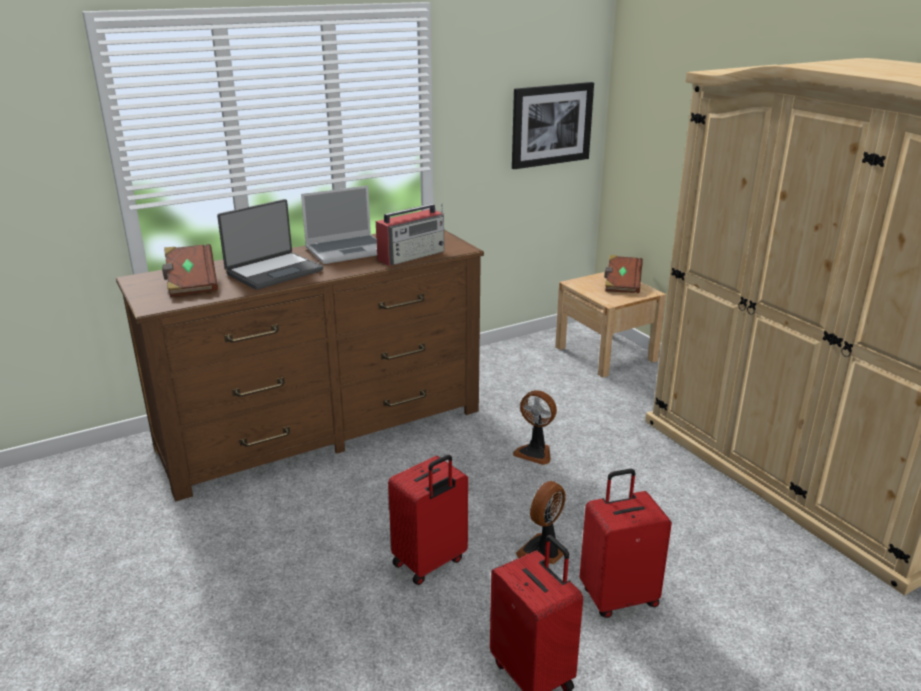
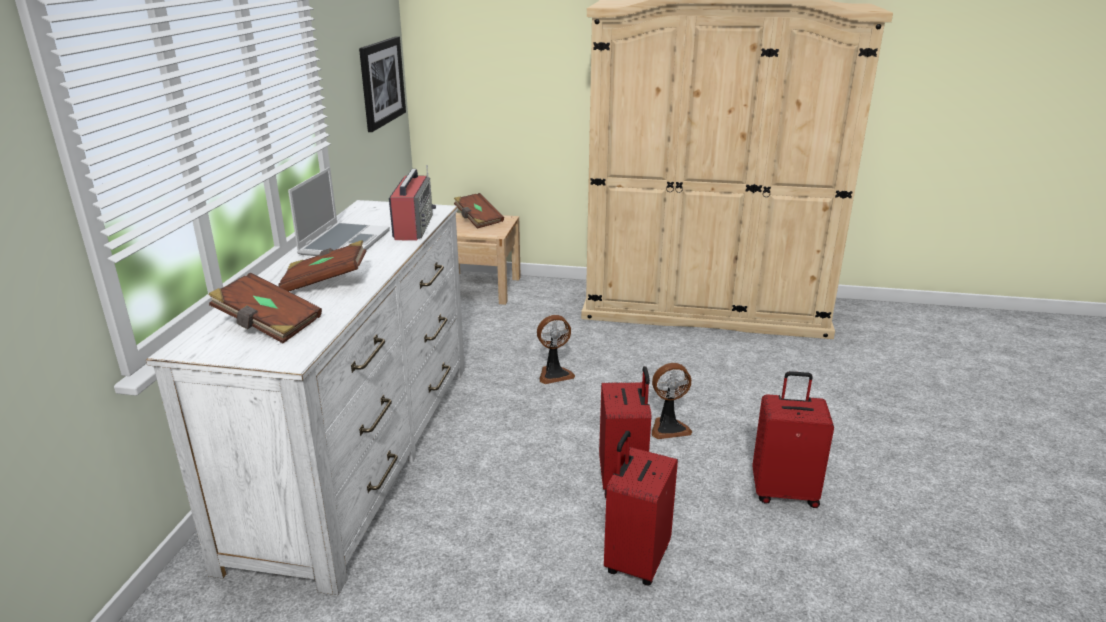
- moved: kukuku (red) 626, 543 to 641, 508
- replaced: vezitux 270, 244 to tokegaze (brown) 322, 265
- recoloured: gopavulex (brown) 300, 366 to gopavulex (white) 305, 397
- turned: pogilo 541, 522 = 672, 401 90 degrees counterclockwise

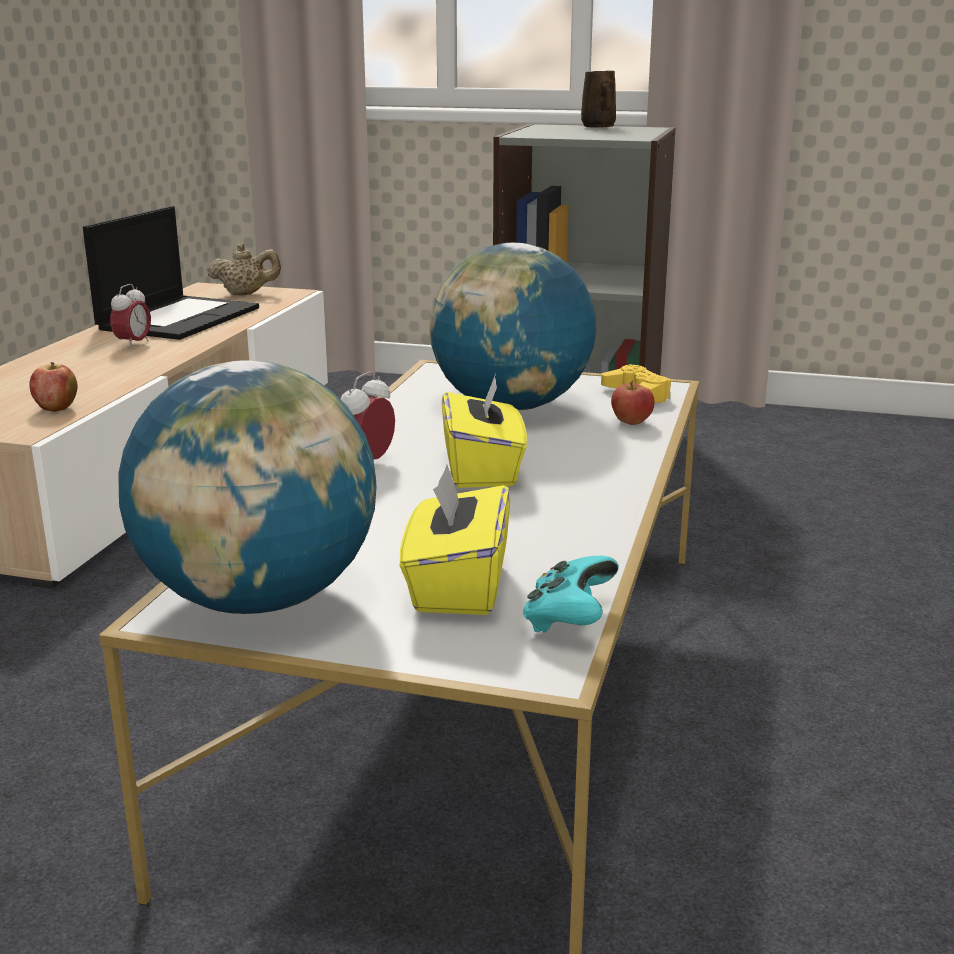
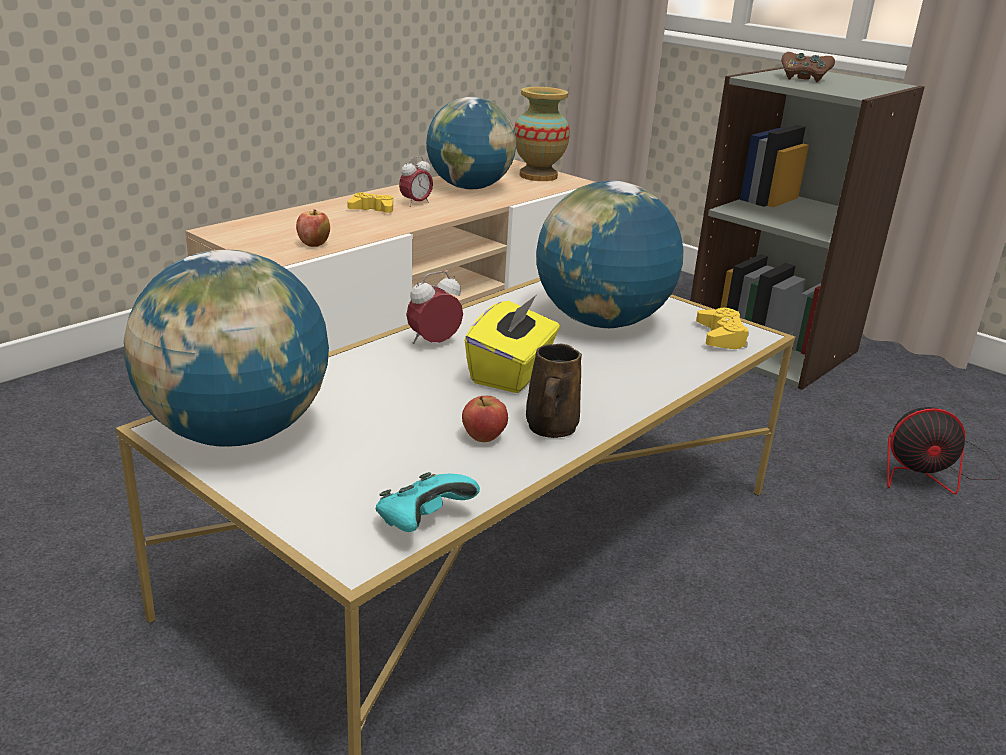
- removed: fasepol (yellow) 455, 540
- added: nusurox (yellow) 370, 202
- added: nusurox (brown) 808, 67
- added: pogilo 944, 450
- moved: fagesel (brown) 598, 99 to 554, 391
- moved: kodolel 633, 403 to 485, 419
- replaced: vezitux 171, 273 to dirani 471, 143
- replaced: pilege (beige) 244, 269 to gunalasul 542, 134

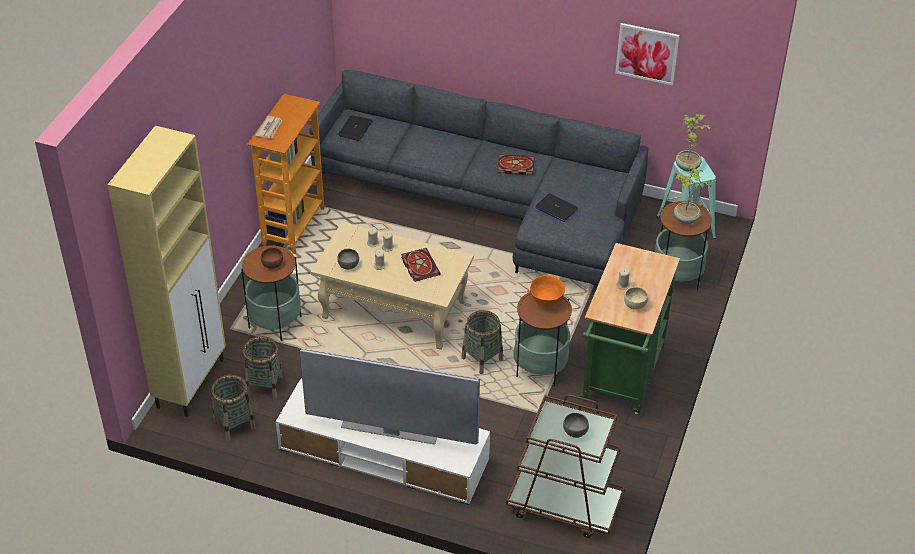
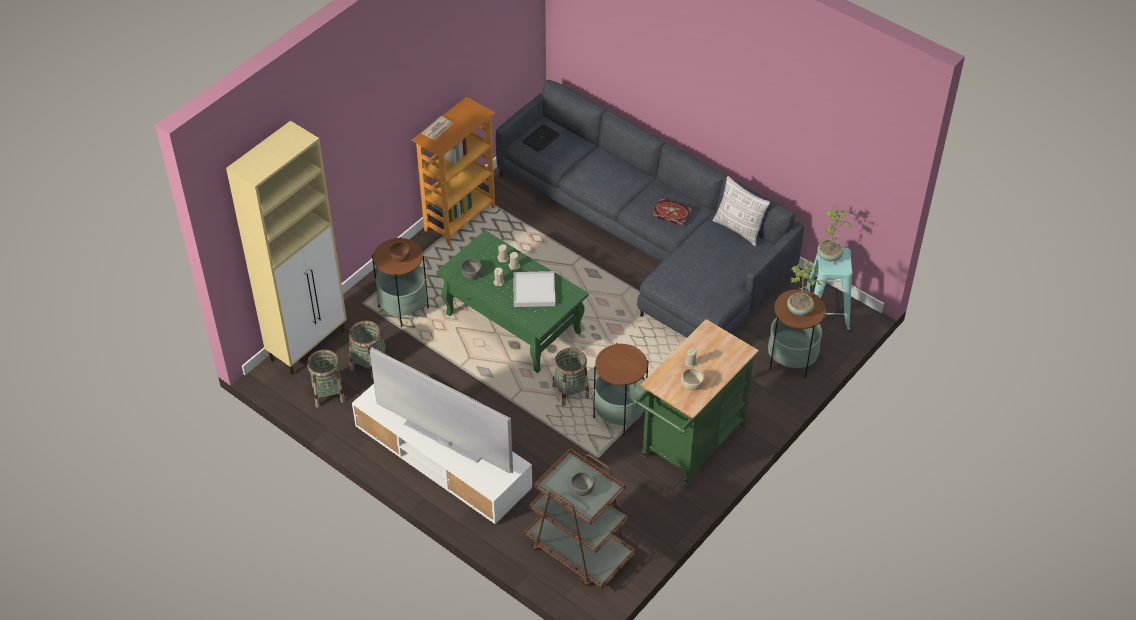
- removed: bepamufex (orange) 547, 291
- removed: vezitux 556, 207
- removed: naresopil 647, 54
- added: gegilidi 741, 211
- replaced: tokegaze 420, 265 to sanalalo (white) 534, 289
- recoloured: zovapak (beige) 392, 286 to zovapak (green) 512, 301

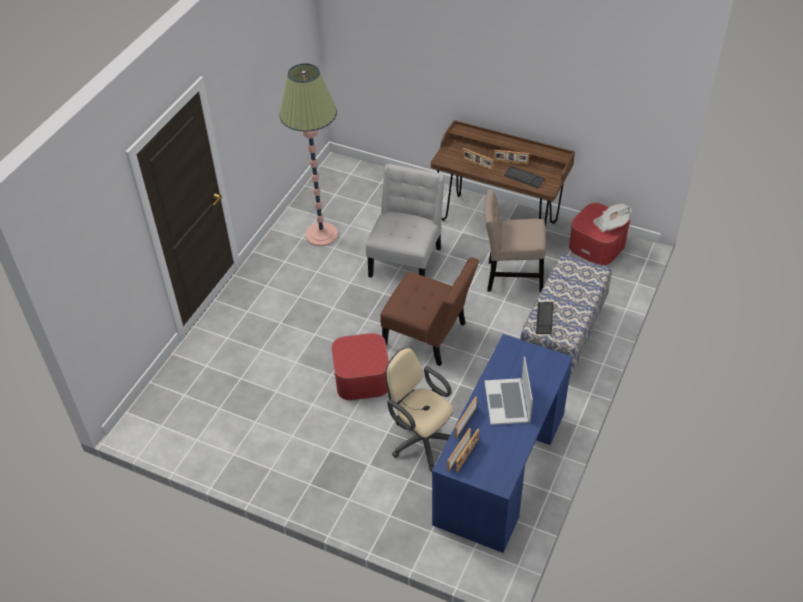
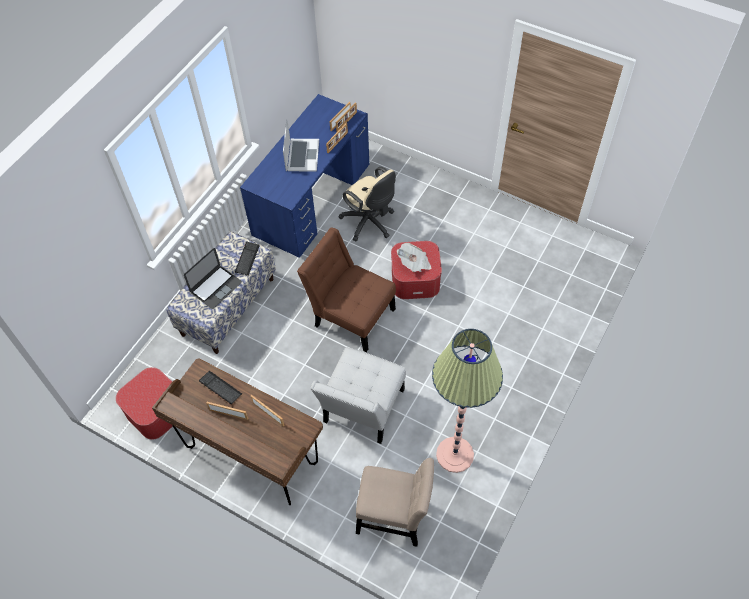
- added: vezitux 213, 278
- moved: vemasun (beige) 515, 241 to 395, 502
- moved: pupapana 612, 217 to 414, 257

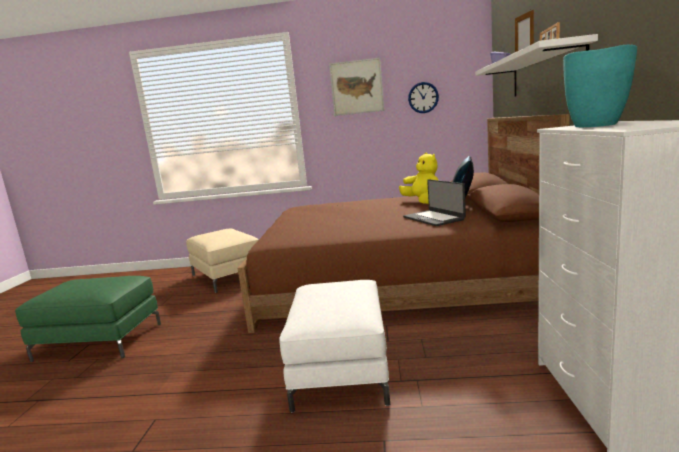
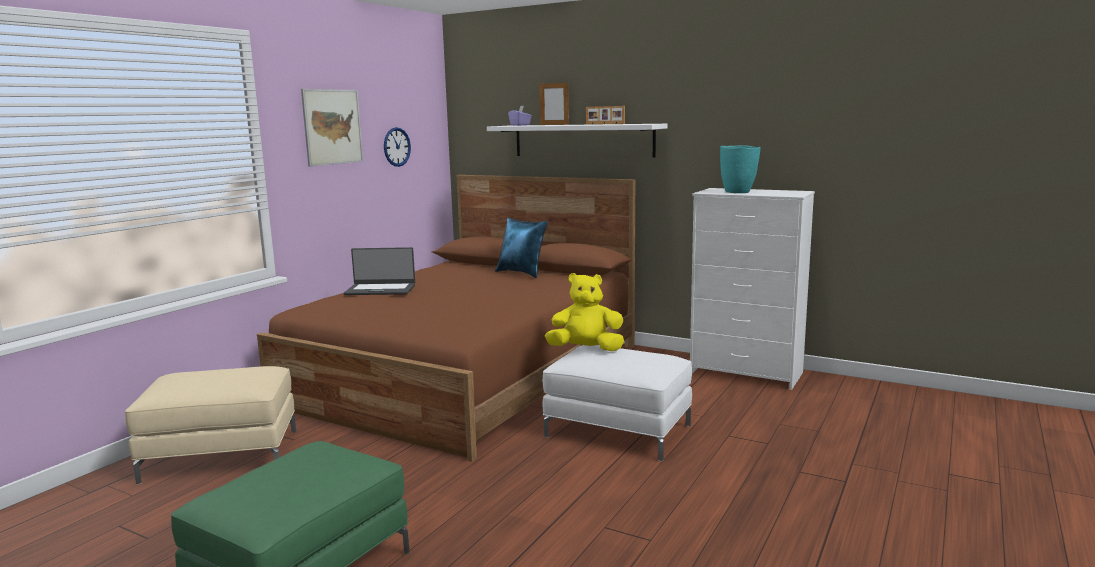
- moved: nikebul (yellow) 418, 178 to 584, 312
- moved: vezitux 434, 202 to 379, 271

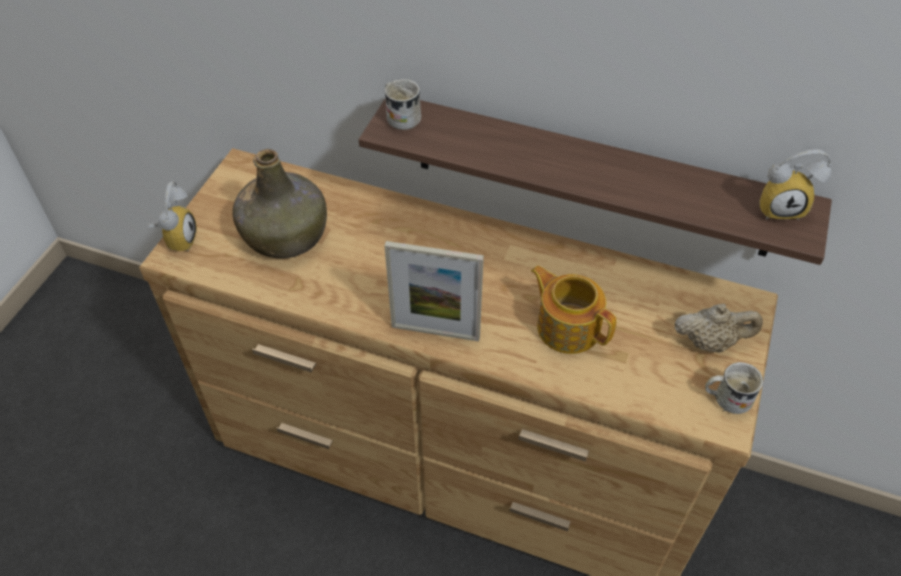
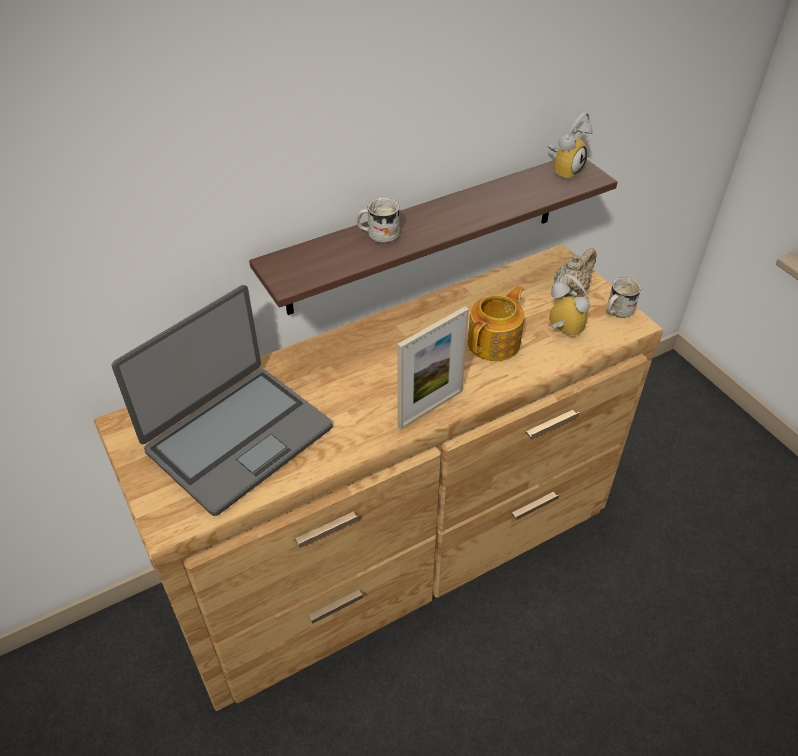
- moved: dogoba 172, 216 to 569, 306
- moved: fagesel (white) 402, 104 to 378, 220
- replaced: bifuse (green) 280, 204 to vezitux 222, 400
- turned: pilege 574, 310 = 496, 323 135 degrees clockwise

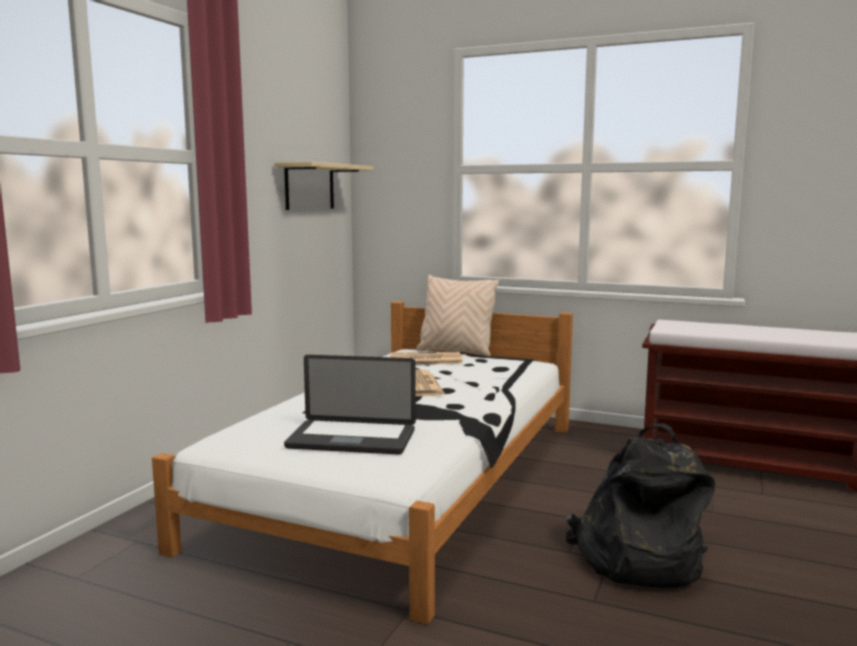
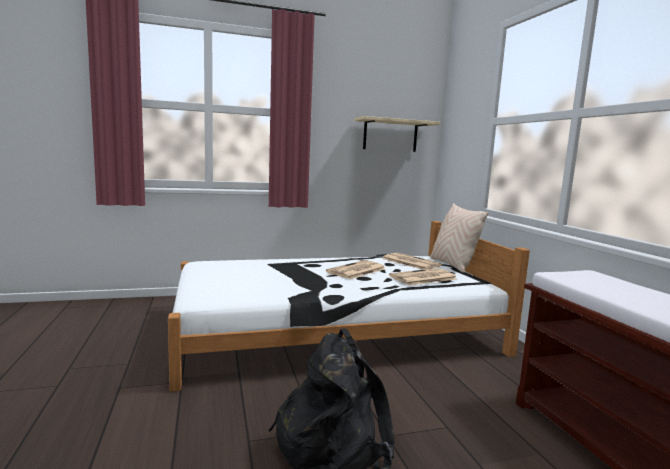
- removed: vezitux 350, 405
- added: pupapana 423, 276

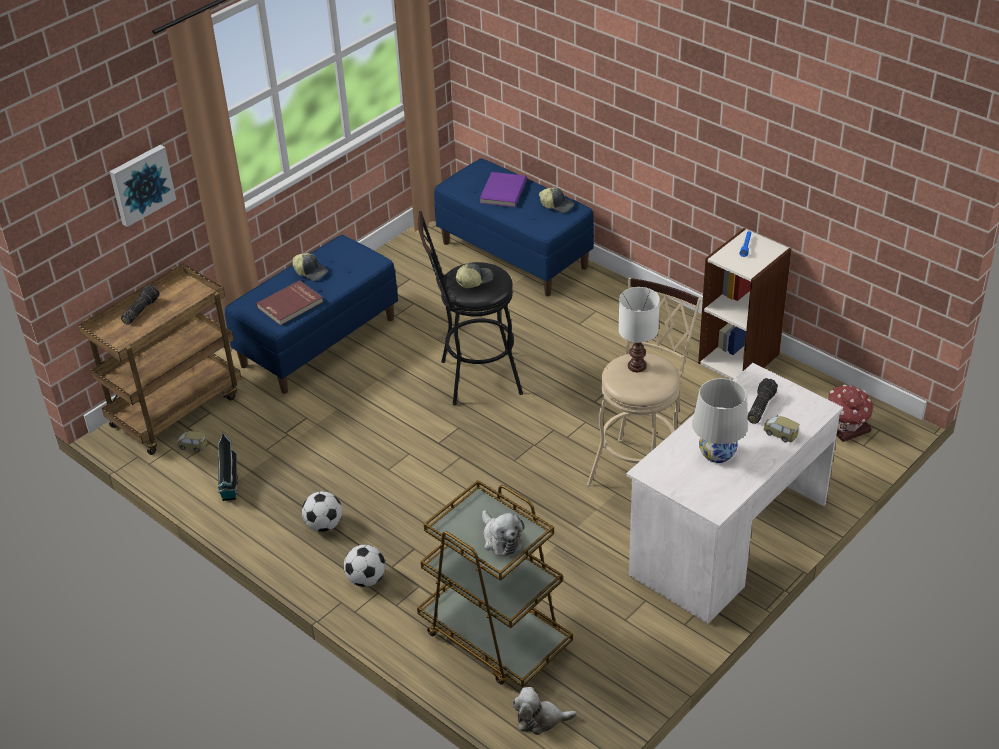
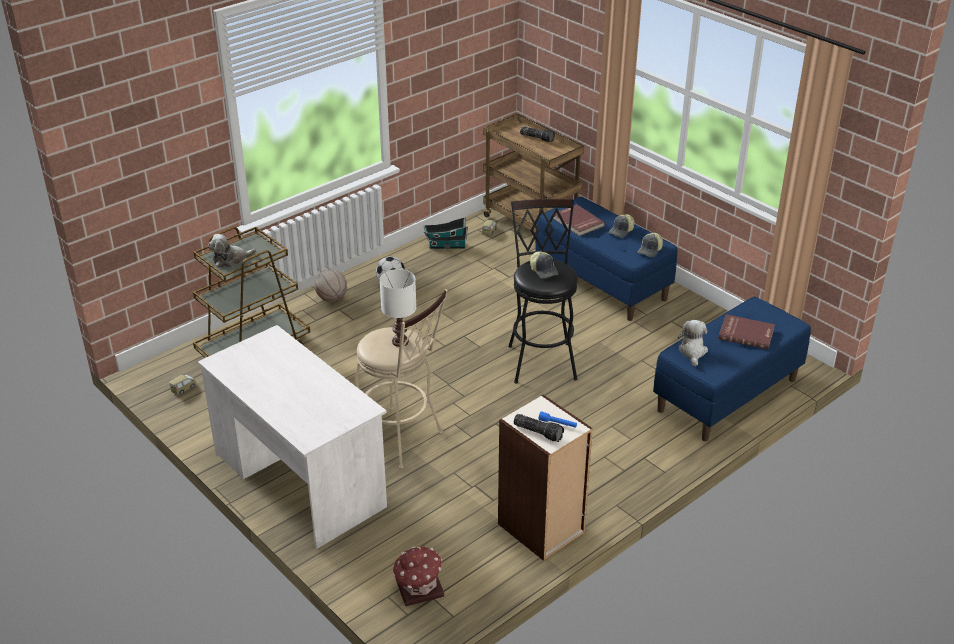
- removed: naresopil 143, 186
- removed: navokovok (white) 720, 420
- moved: nikebul 545, 711 to 692, 343
- moved: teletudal 556, 200 to 650, 245
- moved: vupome 762, 401 to 539, 428
- moved: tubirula 781, 429 to 182, 384
- replaced: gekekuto 365, 566 to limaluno 331, 285
- recoloured: tokegaze (purple) 503, 189 to tokegaze (red) 746, 331

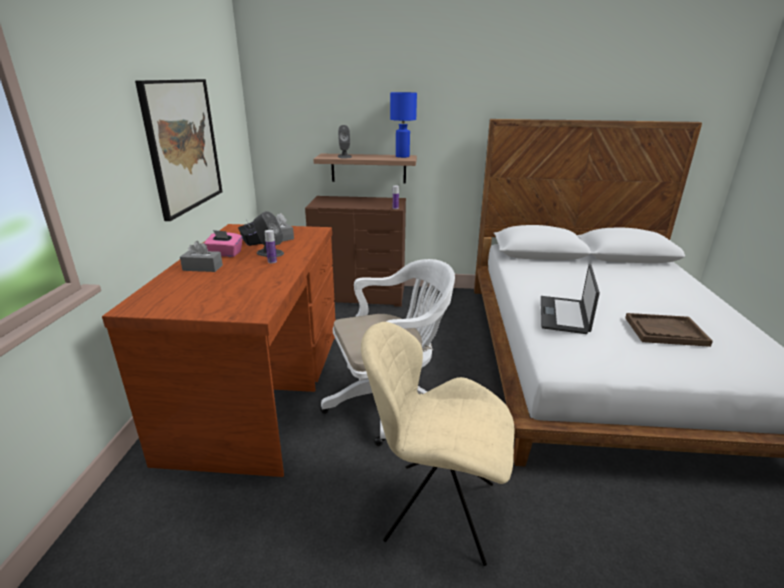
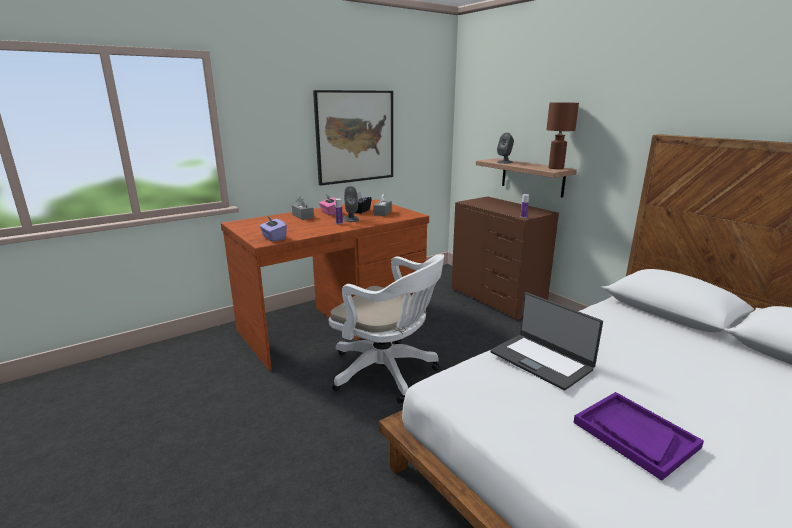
- removed: vemasun (beige) 437, 444
- added: fasepol (purple) 273, 229
- recoloured: navokovok (blue) 403, 125 to navokovok (brown) 562, 136
- recoloured: sanalalo (brown) 669, 330 to sanalalo (purple) 638, 436
- turned: vezitux 570, 299 = 546, 341 105 degrees counterclockwise

